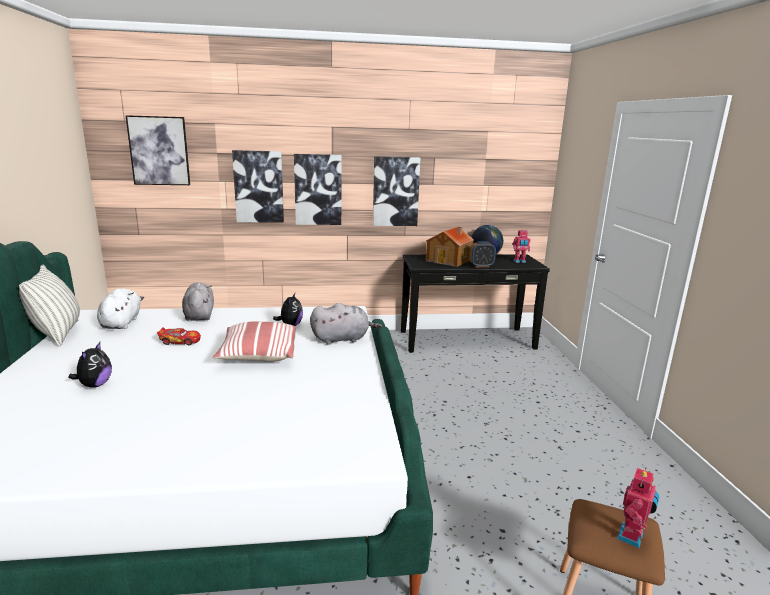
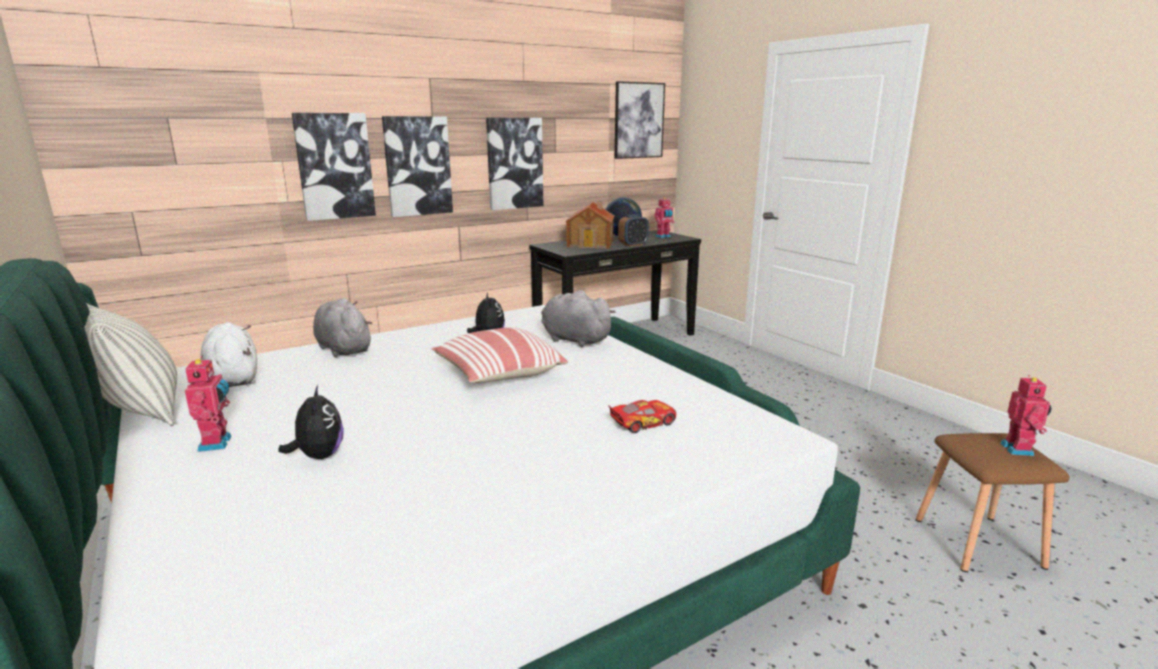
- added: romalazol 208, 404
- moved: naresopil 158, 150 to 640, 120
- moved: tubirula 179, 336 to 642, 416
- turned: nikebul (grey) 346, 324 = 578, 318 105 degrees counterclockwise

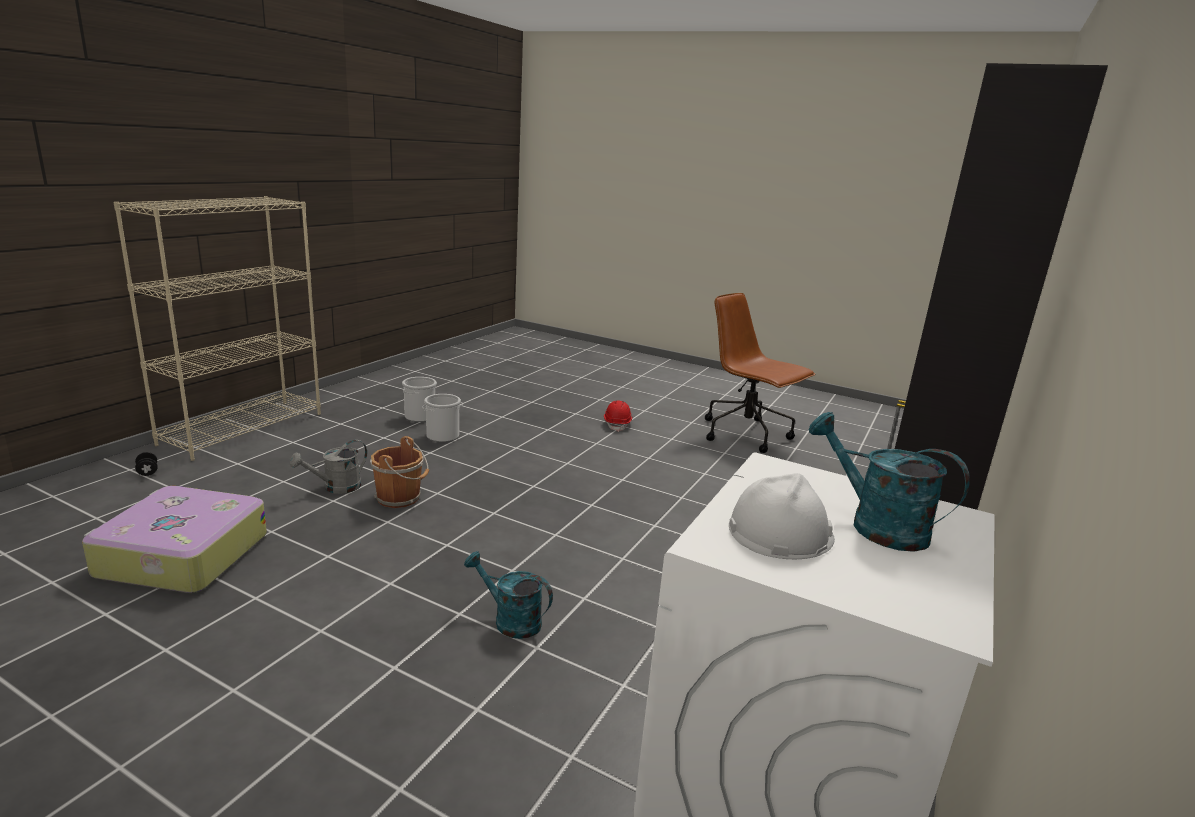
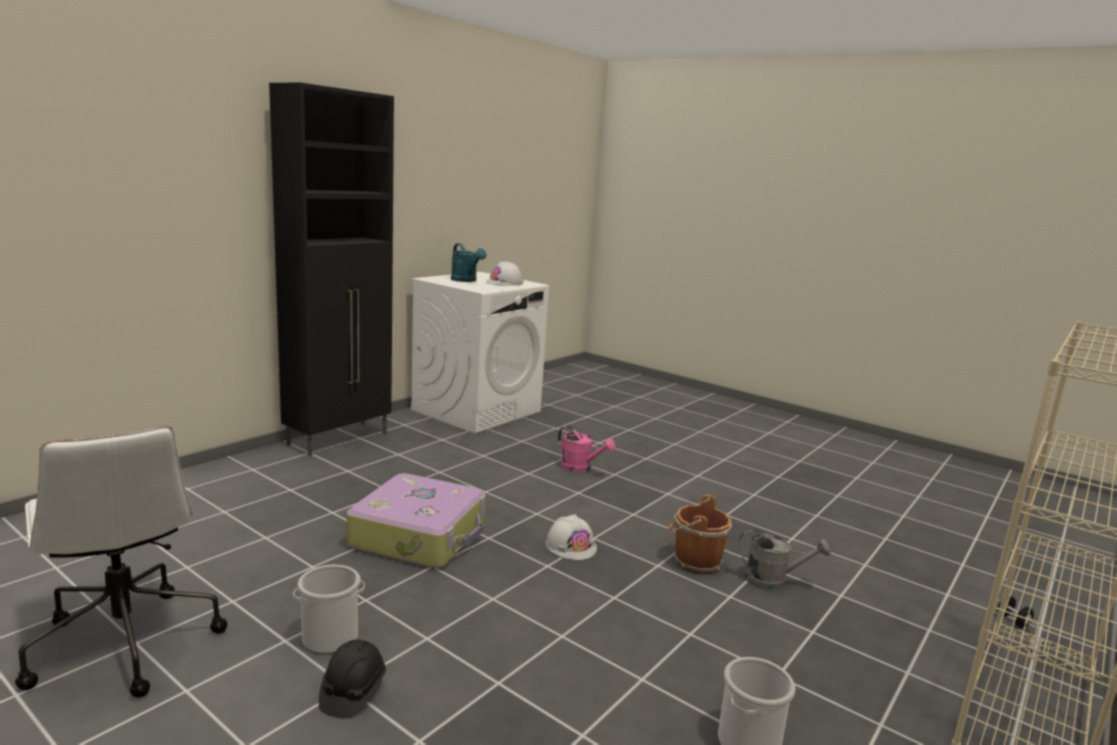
- added: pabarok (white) 571, 537
- moved: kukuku 174, 539 to 416, 520
- moved: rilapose 442, 418 to 329, 609
- recoloured: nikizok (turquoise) 508, 595 to nikizok (pink) 586, 448
- recoloured: pabarok (red) 618, 416 to pabarok (black) 352, 679
- recoloured: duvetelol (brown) 760, 373 to duvetelol (white) 121, 562
- turned: nikizok (grey) 328, 467 = 785, 559 45 degrees clockwise

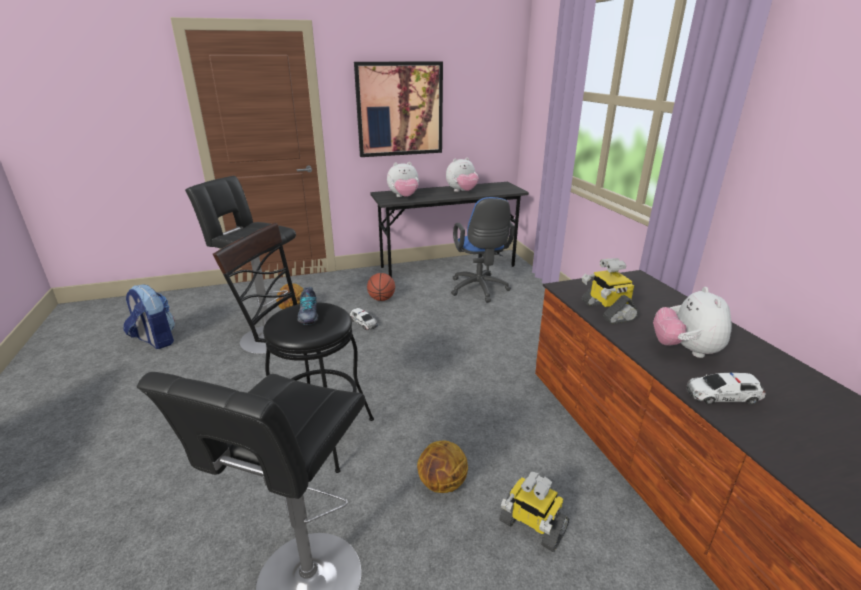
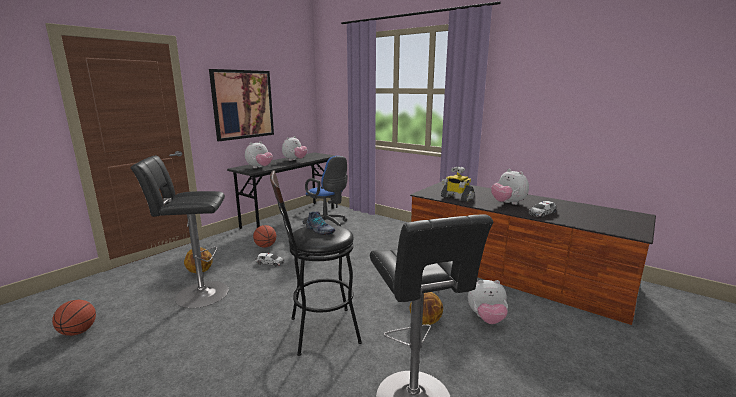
- replaced: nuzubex 149, 316 to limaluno 74, 318
- replaced: romalazol 534, 512 to nikebul 488, 302

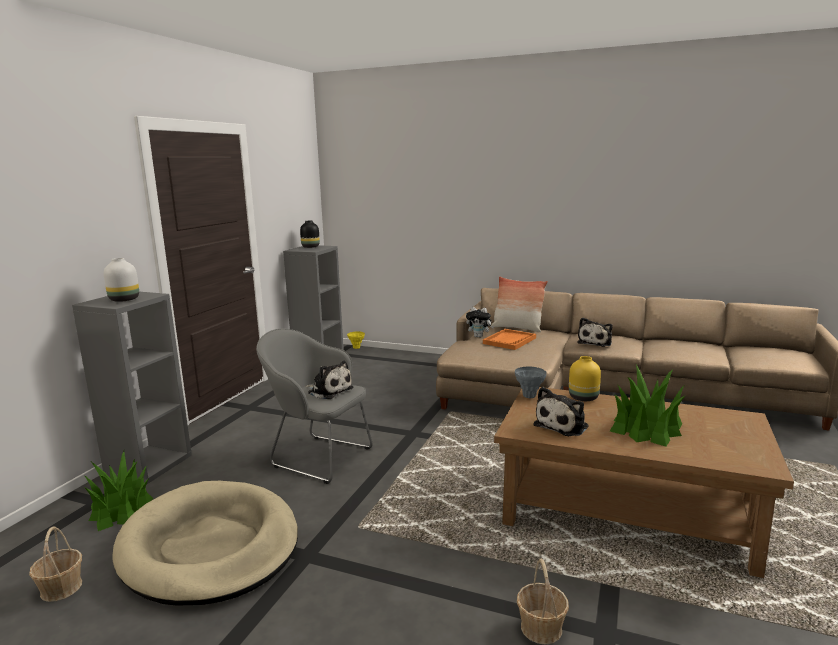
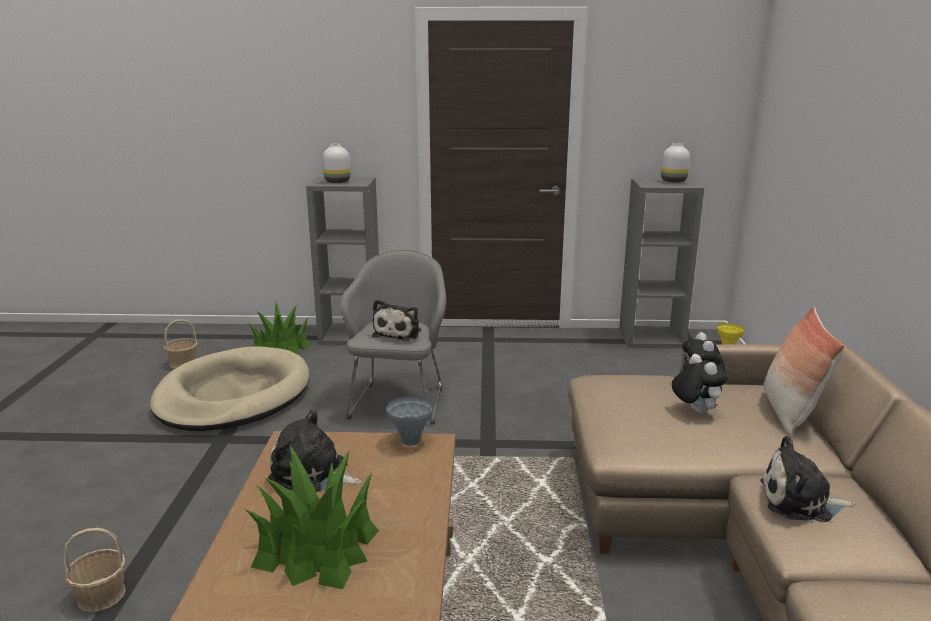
- removed: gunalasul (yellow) 585, 378
- replaced: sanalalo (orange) 509, 339 to nikebul 700, 384
- recoloured: gunalasul (black) 310, 234 to gunalasul (white) 675, 162

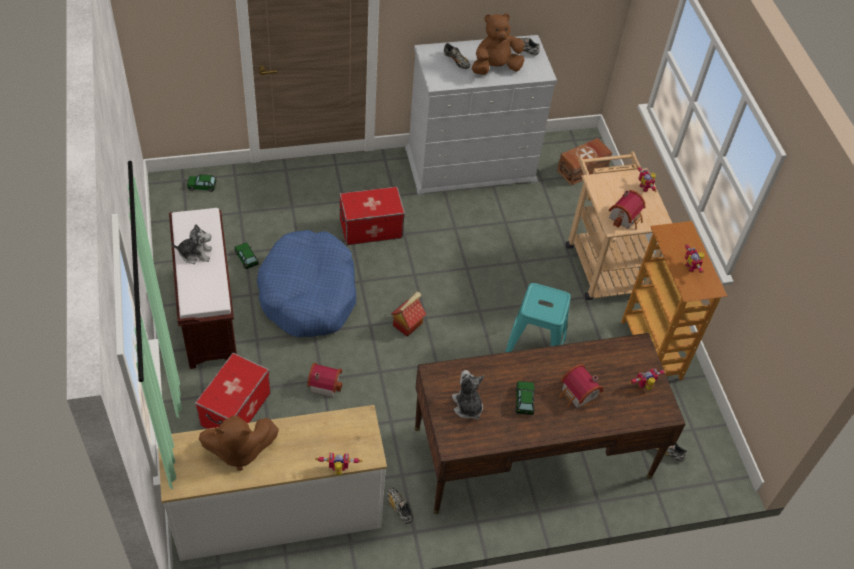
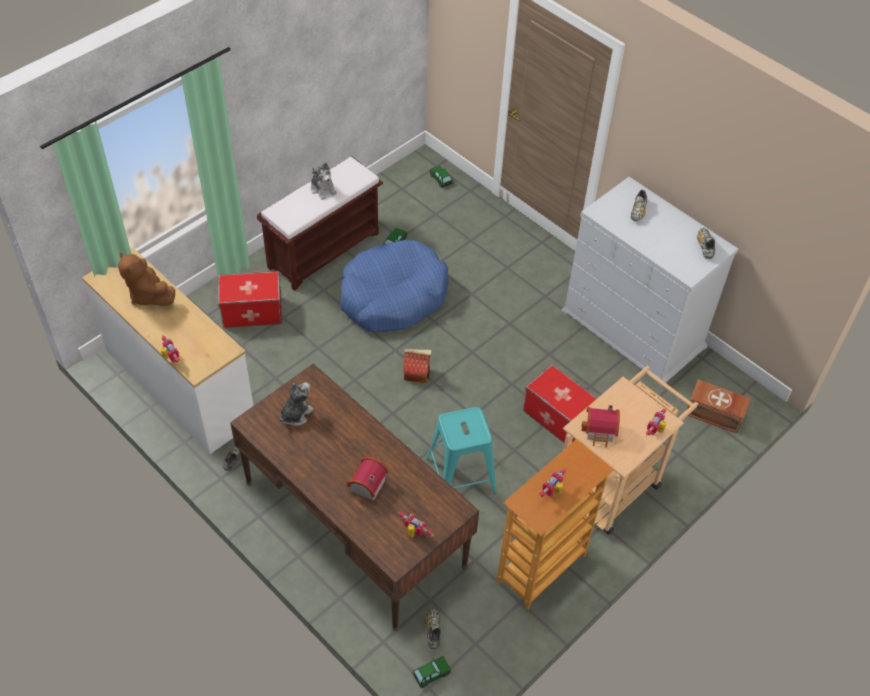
- removed: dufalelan 324, 380
- removed: nikebul (brown) 498, 44
- moved: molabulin 372, 215 to 560, 404
- moved: tubirula 525, 398 to 432, 672

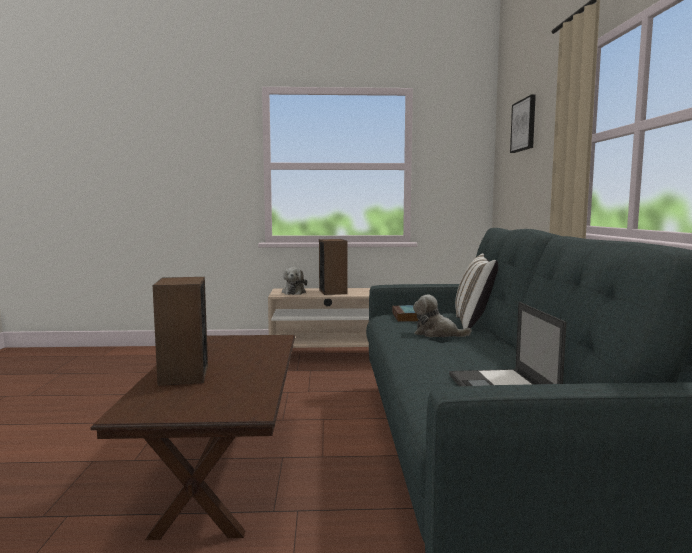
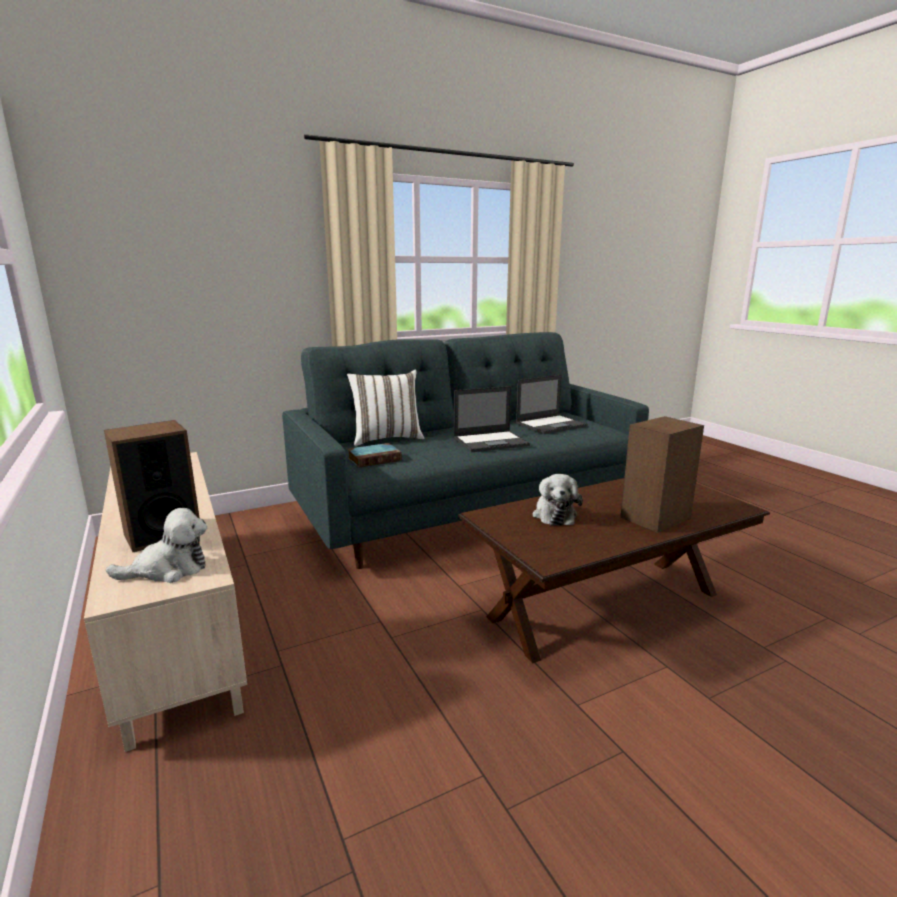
- removed: naresopil 523, 124
- added: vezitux 492, 419
- moved: nikebul 442, 316 to 557, 500

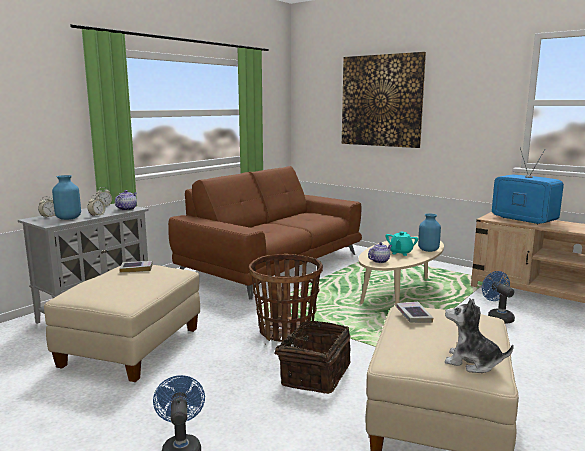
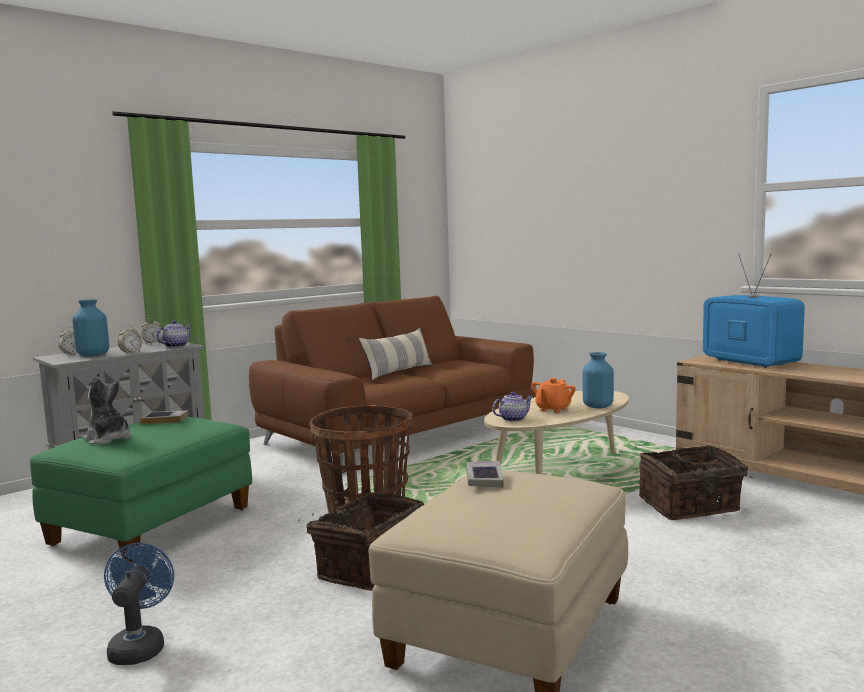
- removed: naresopil 384, 100
- added: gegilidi 395, 354
- moved: nikebul 479, 335 to 107, 410
- replaced: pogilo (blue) 498, 297 to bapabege 696, 482
- recoloured: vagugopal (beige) 122, 323 to vagugopal (green) 141, 490
- recoloured: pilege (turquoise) 402, 244 to pilege (orange) 553, 395

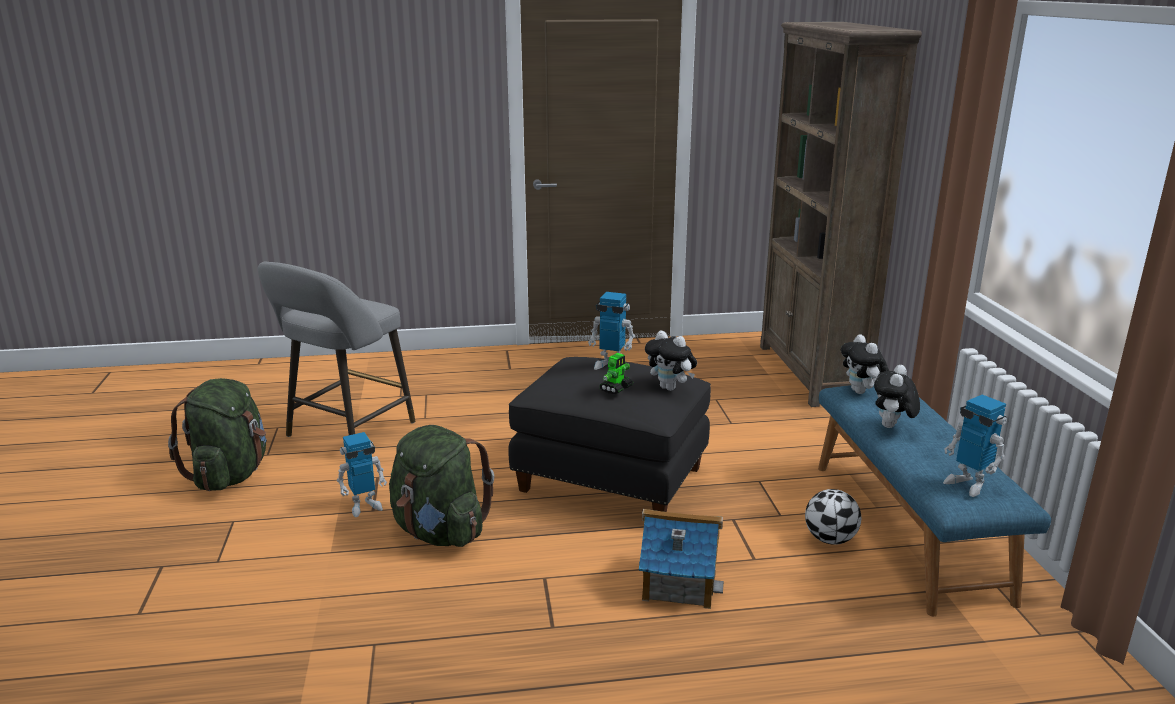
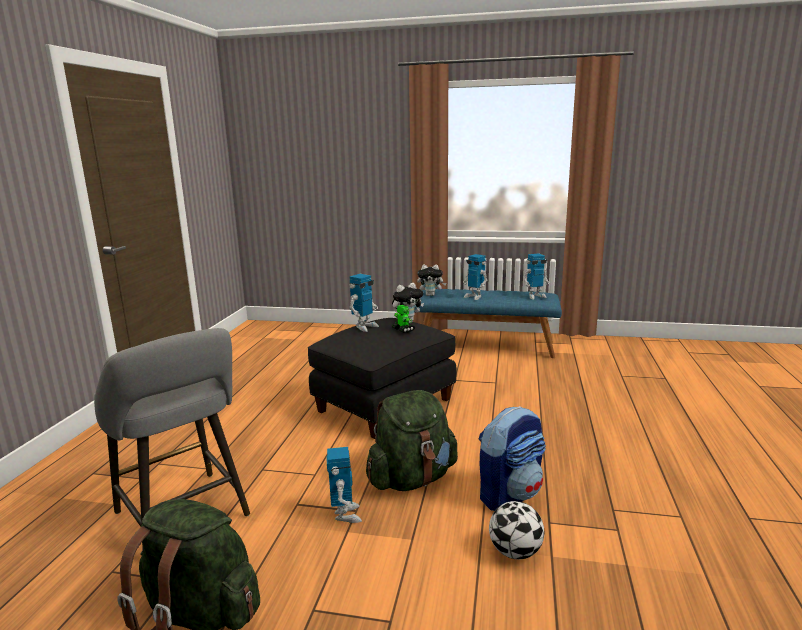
- removed: dufalelan 681, 559
- removed: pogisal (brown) 841, 214
- added: nuzubex 512, 458
- moved: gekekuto 833, 517 to 516, 530
- replaced: nikebul 897, 396 to romalazol 475, 277

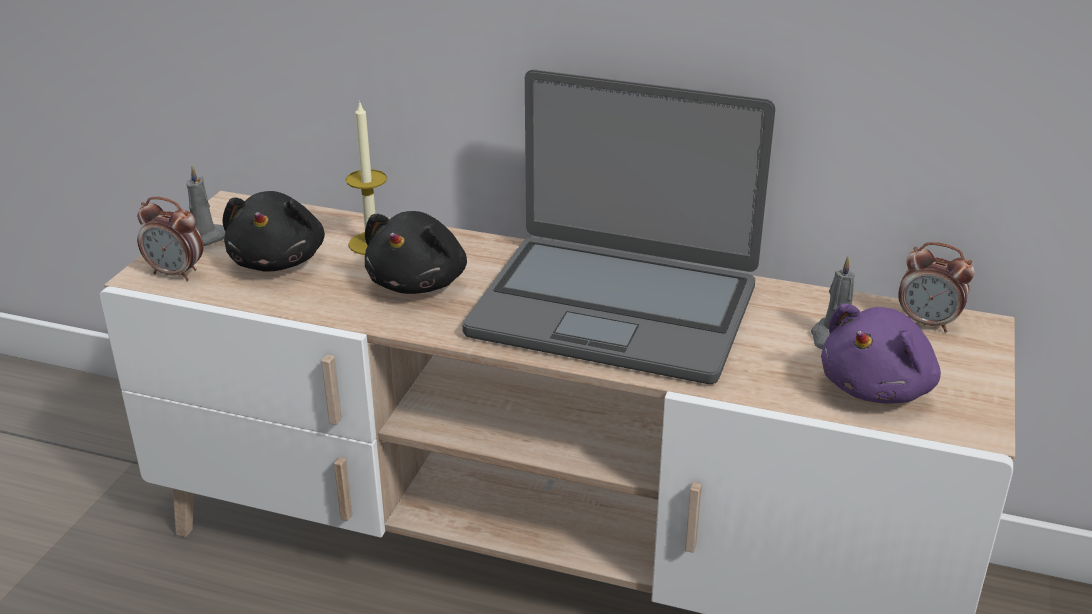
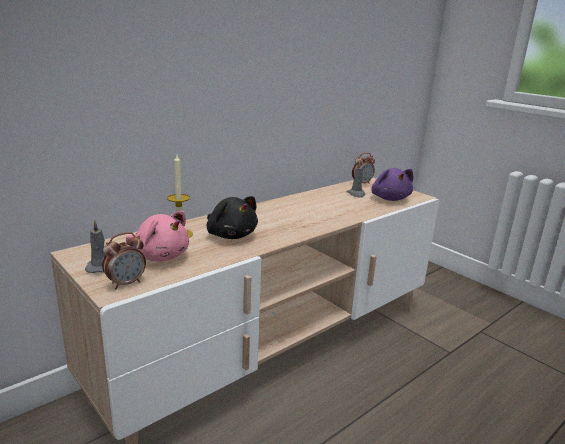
- removed: vezitux 618, 227
- recoloured: nikebul (black) 273, 231 to nikebul (pink) 157, 236

